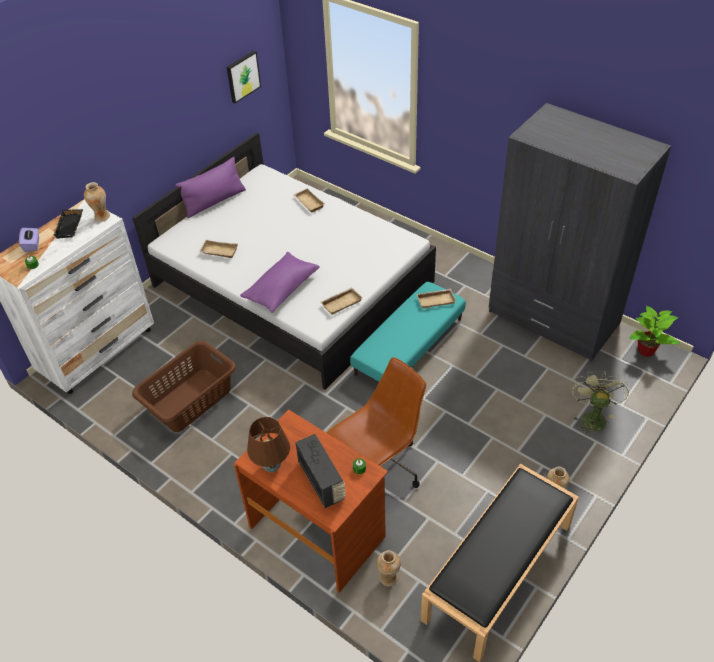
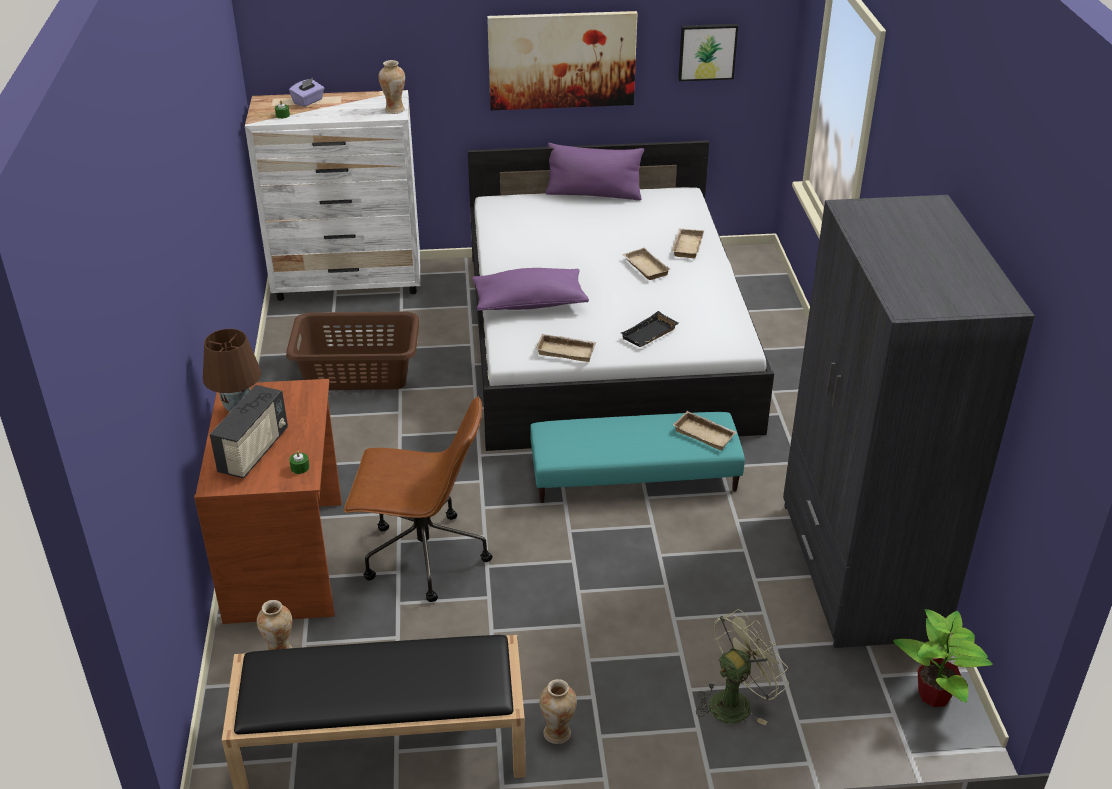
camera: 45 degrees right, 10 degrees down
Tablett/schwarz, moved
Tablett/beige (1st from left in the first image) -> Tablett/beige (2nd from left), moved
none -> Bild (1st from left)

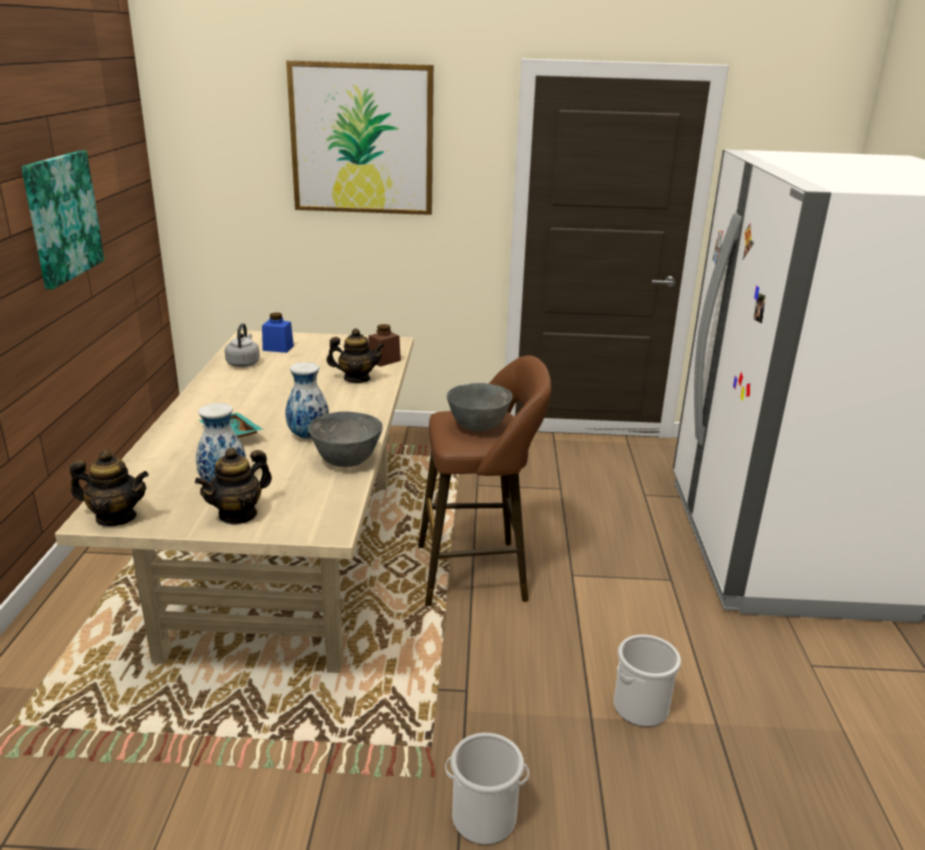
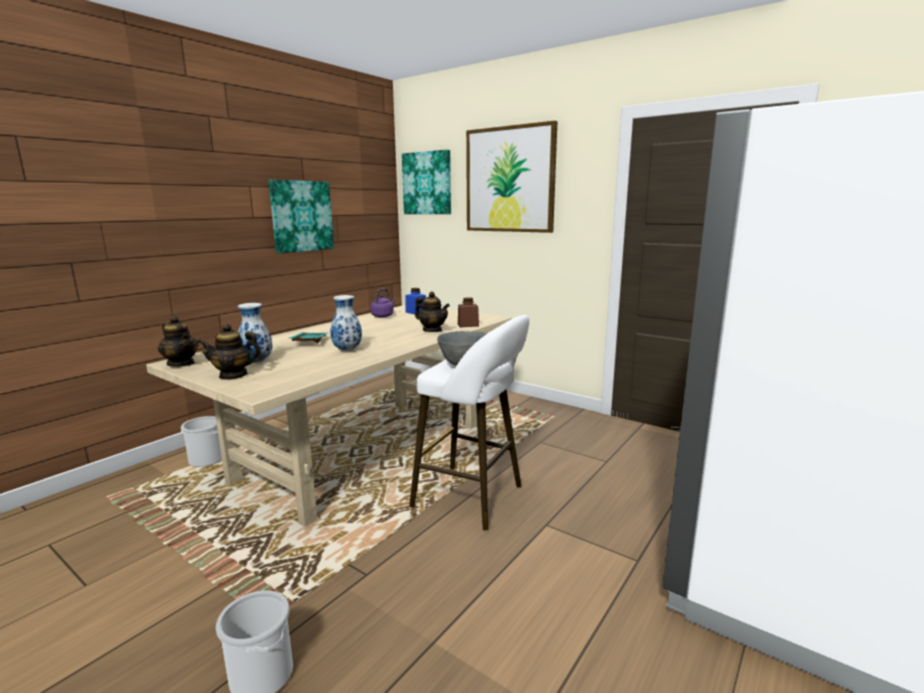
camera: 35 degrees right, 10 degrees down
Wasserkessel/grau -> Wasserkessel/lila
Schüssel/grau (1st from left) -> none
Hocker/braun -> Hocker/weiß
Eimer (2nd from left in the first image) -> Eimer (1st from left), moved
none -> Bild (2nd from left)

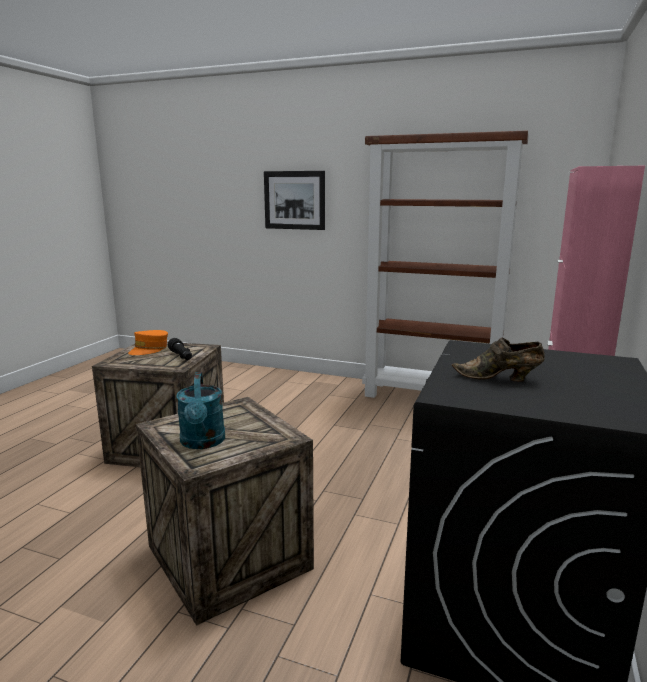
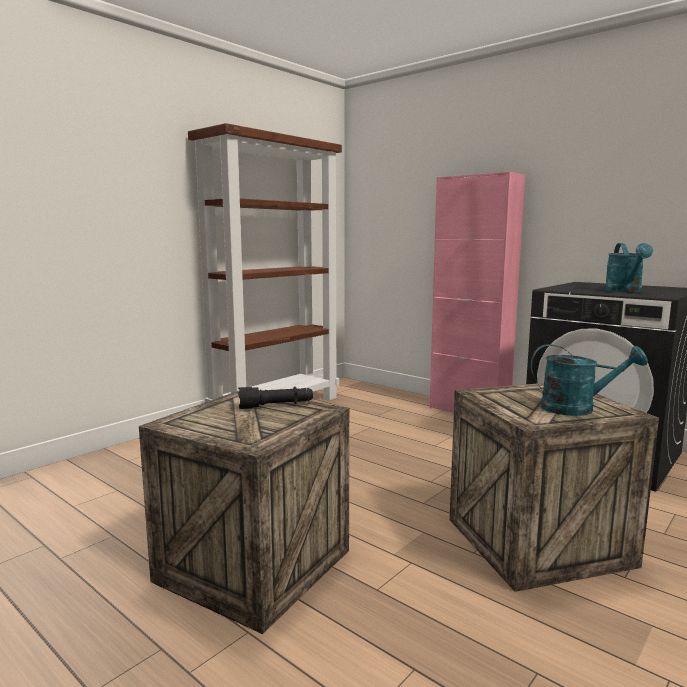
camera: 70 degrees left, 5 degrees down
Kappe/orange -> none
Bild -> none
Schuh/braun -> Gießkanne/türkis (2nd from left)

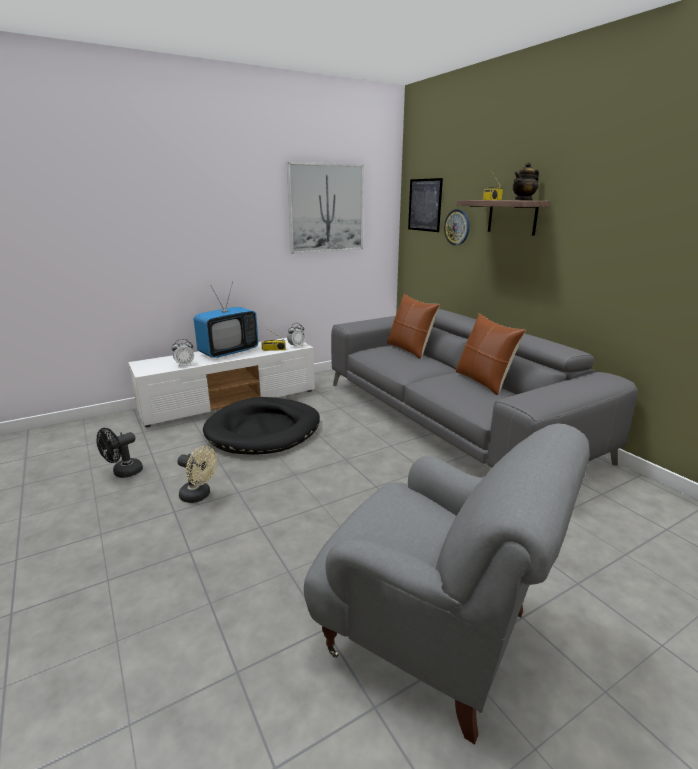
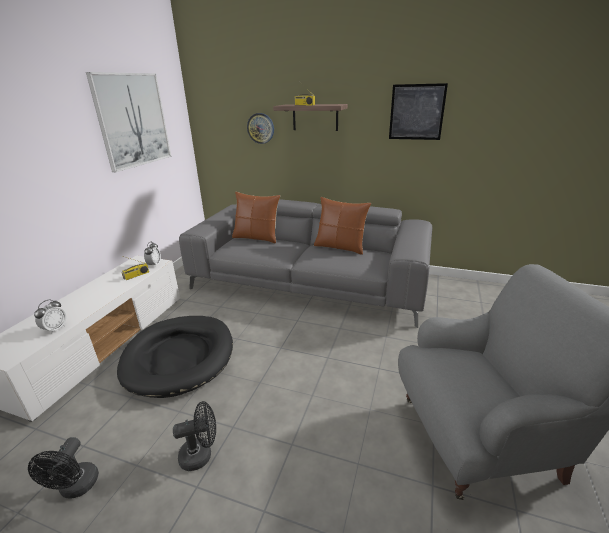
camera: 40 degrees left, 5 degrees up
Ventilator/beige -> Ventilator/schwarz (2nd from left)
Fernseher -> none
Bild (2nd from left), moved
Teekanne -> none

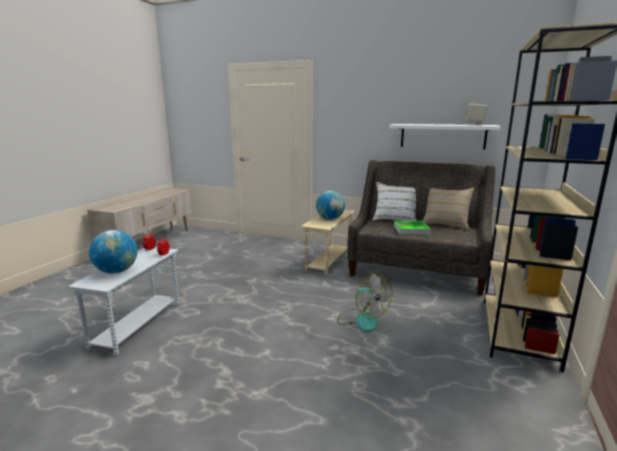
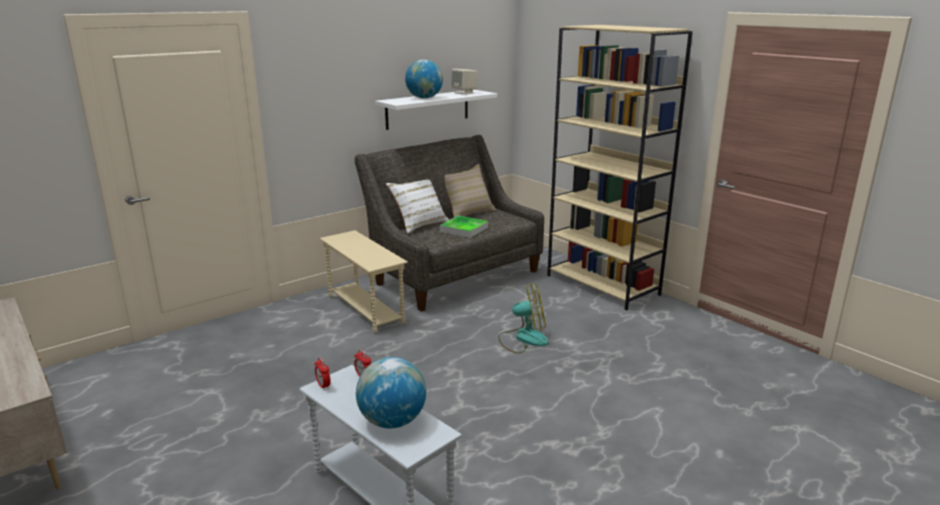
camera: 60 degrees left, 5 degrees up
Globus (2nd from left), moved

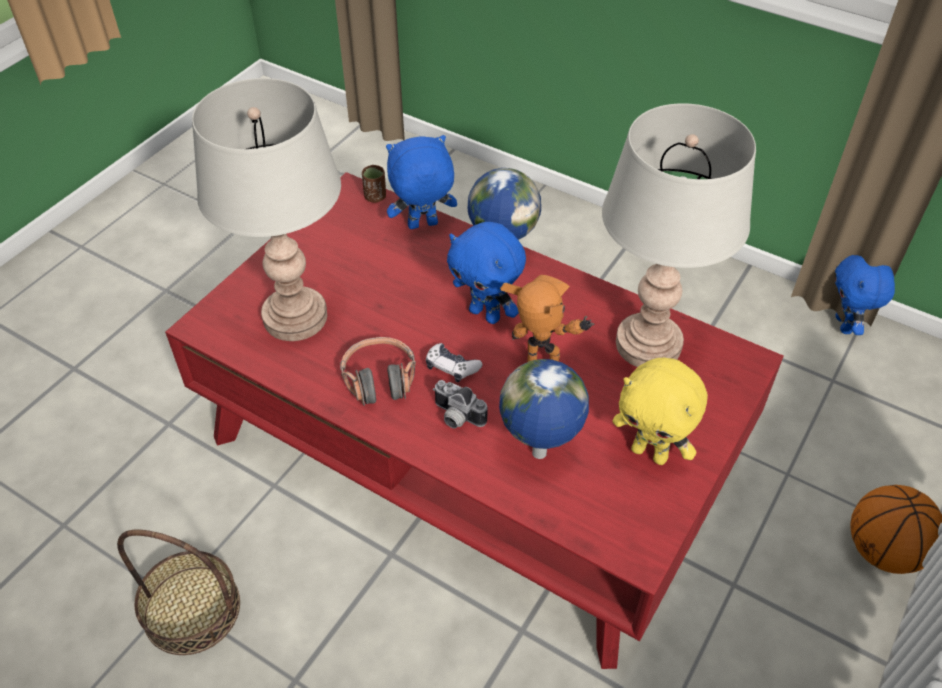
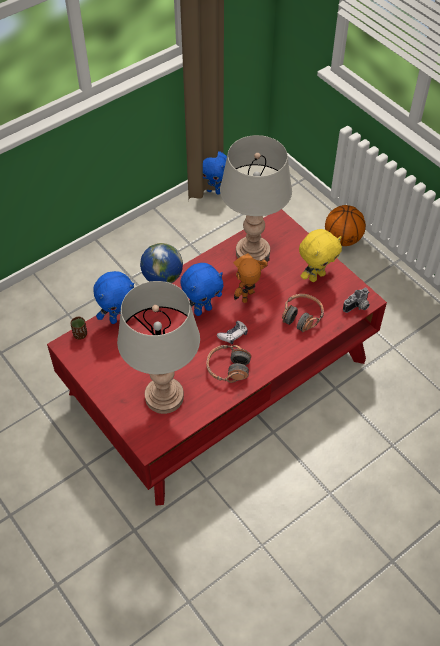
camera: 70 degrees left, 5 degrees up
Korb -> none
Plüschtier/blau (1st from left), 120 degrees counterclockwise
Kamera, moved
Globus (2nd from left) -> Kopfhörer (2nd from left)

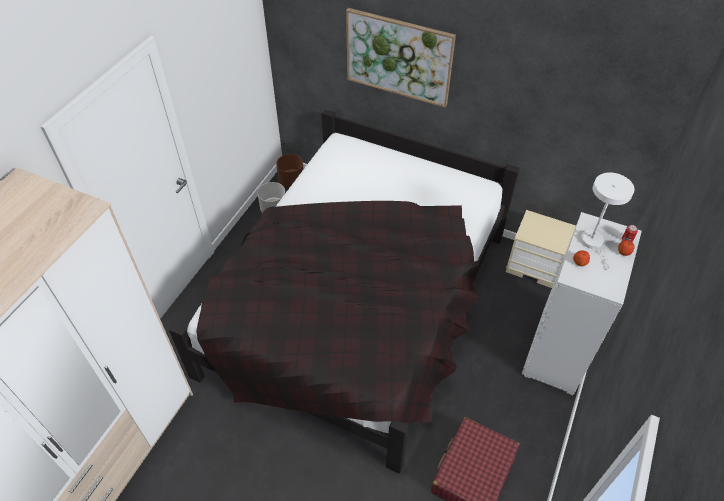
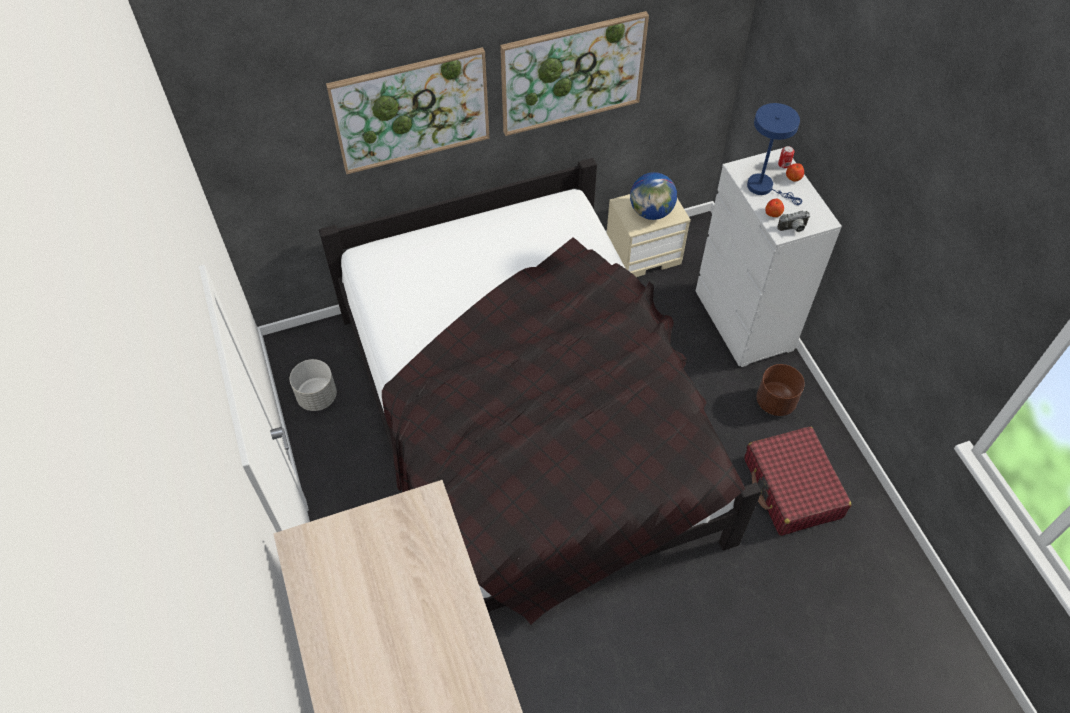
camera: 45 degrees left, 5 degrees up
Pflanzkübel/braun, moved
Tischlampe/weiß -> Tischlampe/blau
none -> Bild (2nd from left)
none -> Globus
none -> Kamera

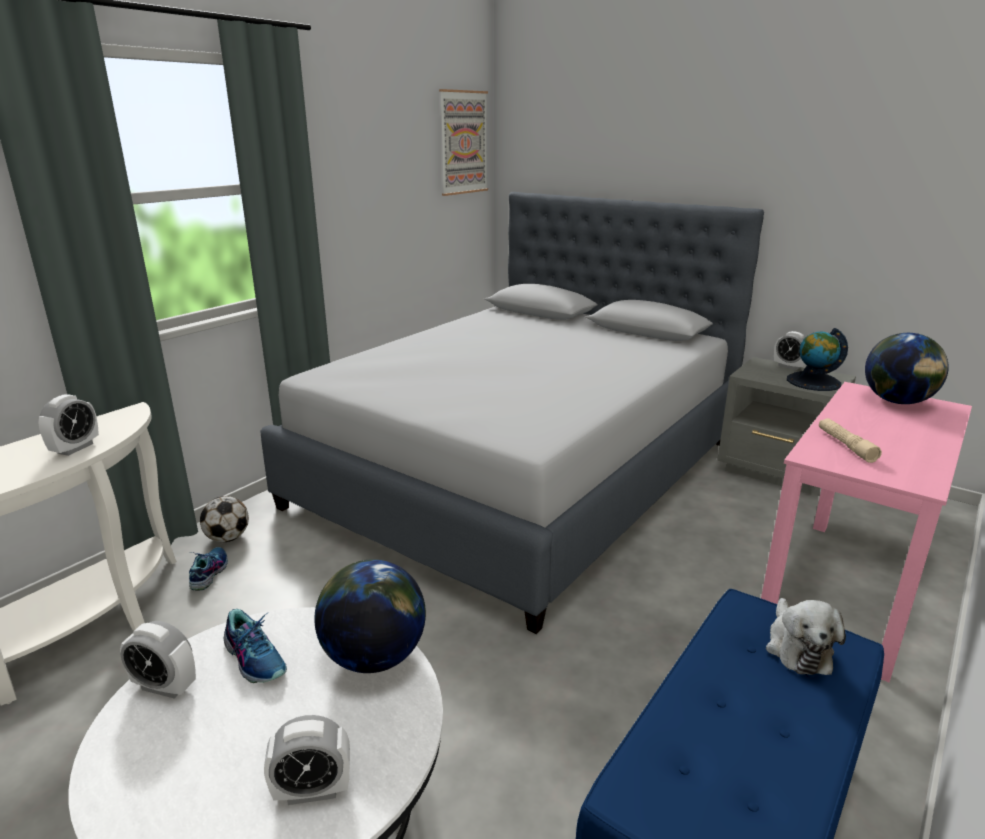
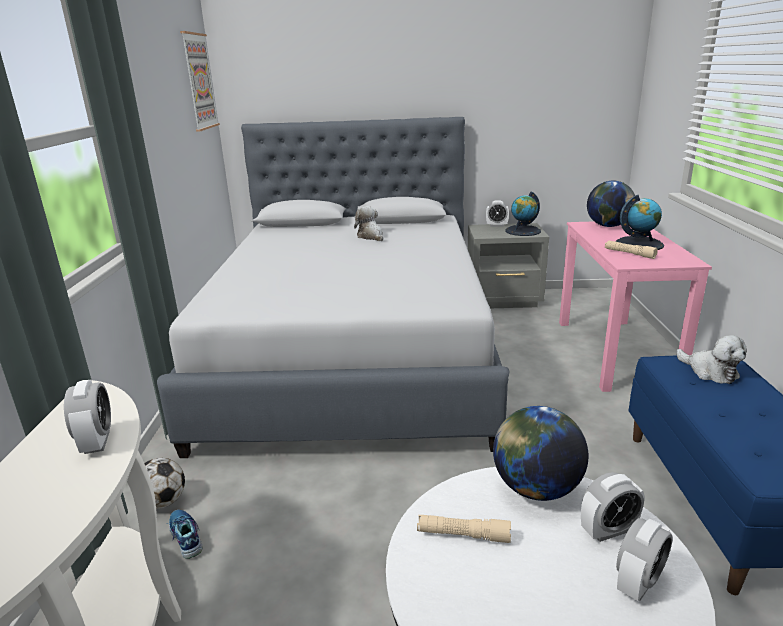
camera: 35 degrees left, 0 degrees up
Wecker (2nd from left in the first image) -> Wecker (3rd from left), moved
Schuh (2nd from left) -> Taschenlampe/beige (1st from left)
none -> Plüschtier (1st from left)
none -> Globus (4th from left)

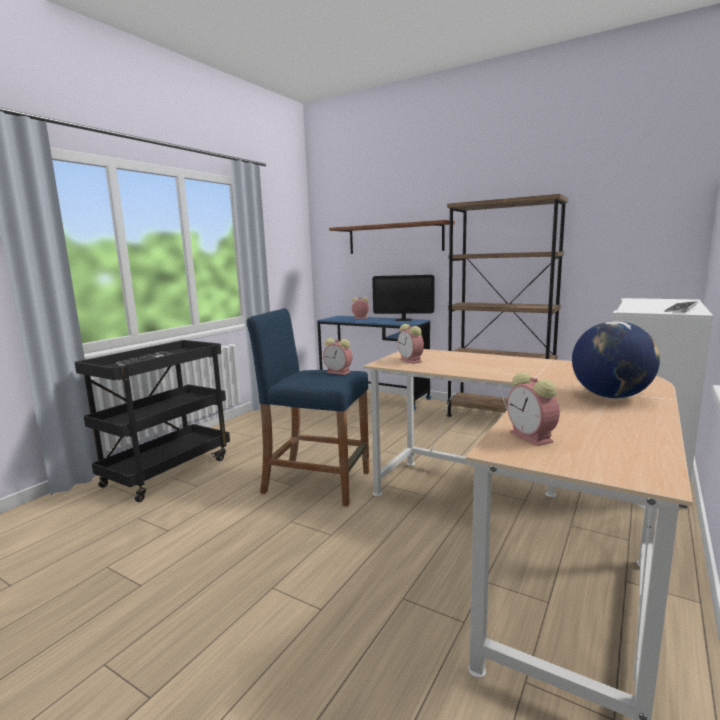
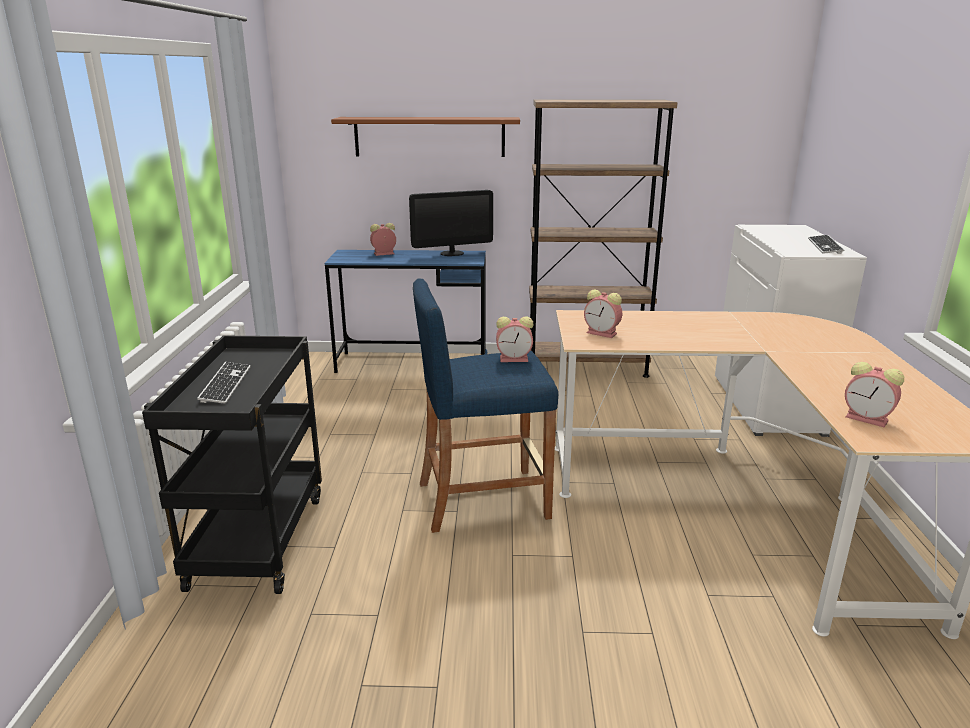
camera: 30 degrees left, 10 degrees up
Globus -> none

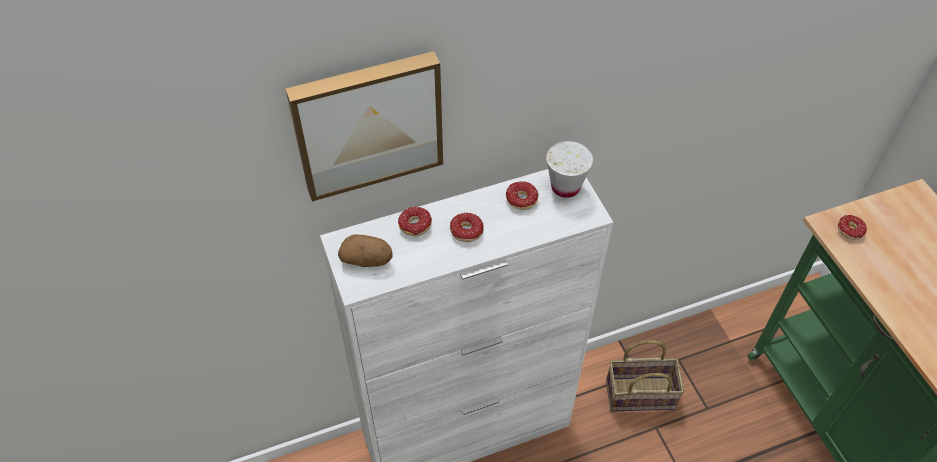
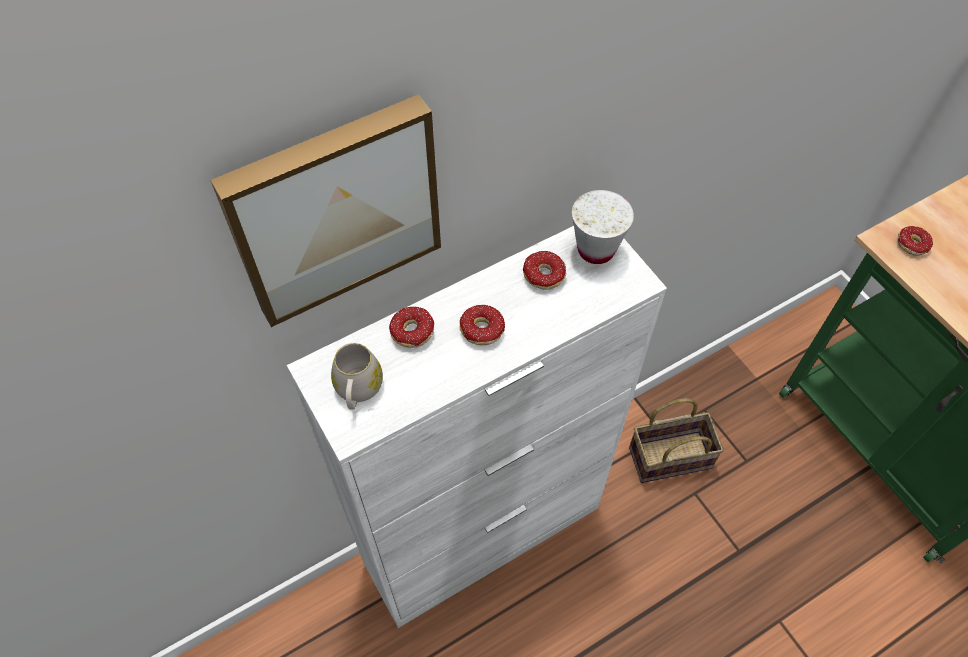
camera: 10 degrees left, 5 degrees up
Kartoffel -> Henkelbecher/weiß

